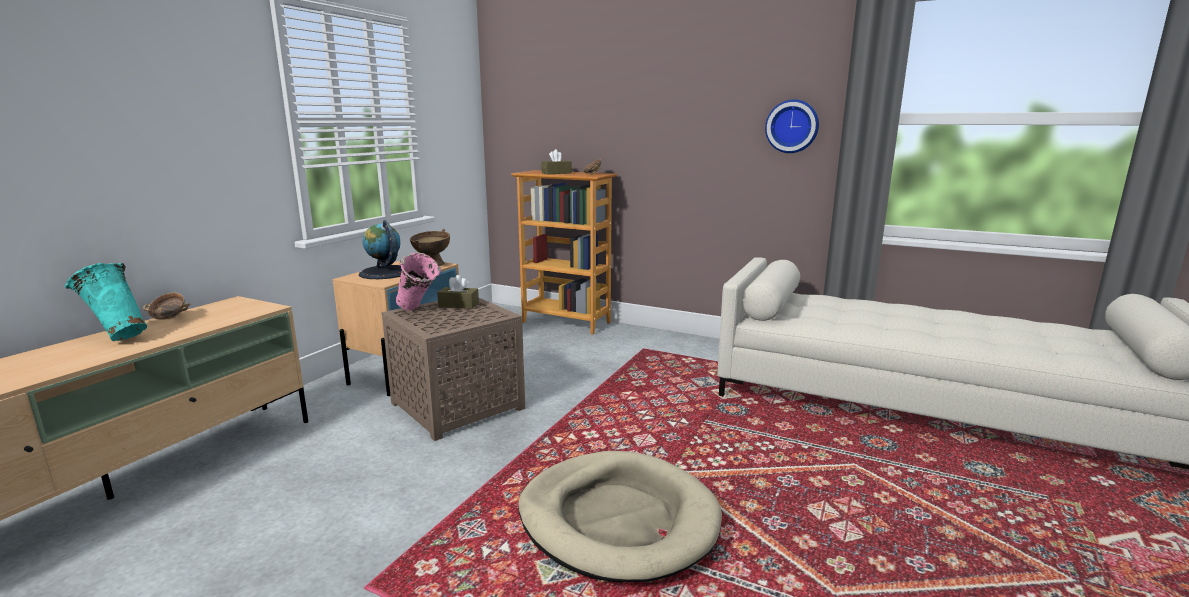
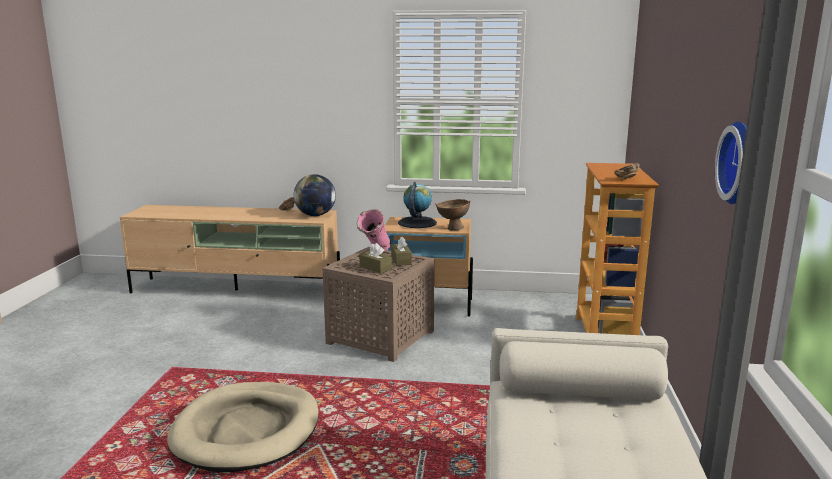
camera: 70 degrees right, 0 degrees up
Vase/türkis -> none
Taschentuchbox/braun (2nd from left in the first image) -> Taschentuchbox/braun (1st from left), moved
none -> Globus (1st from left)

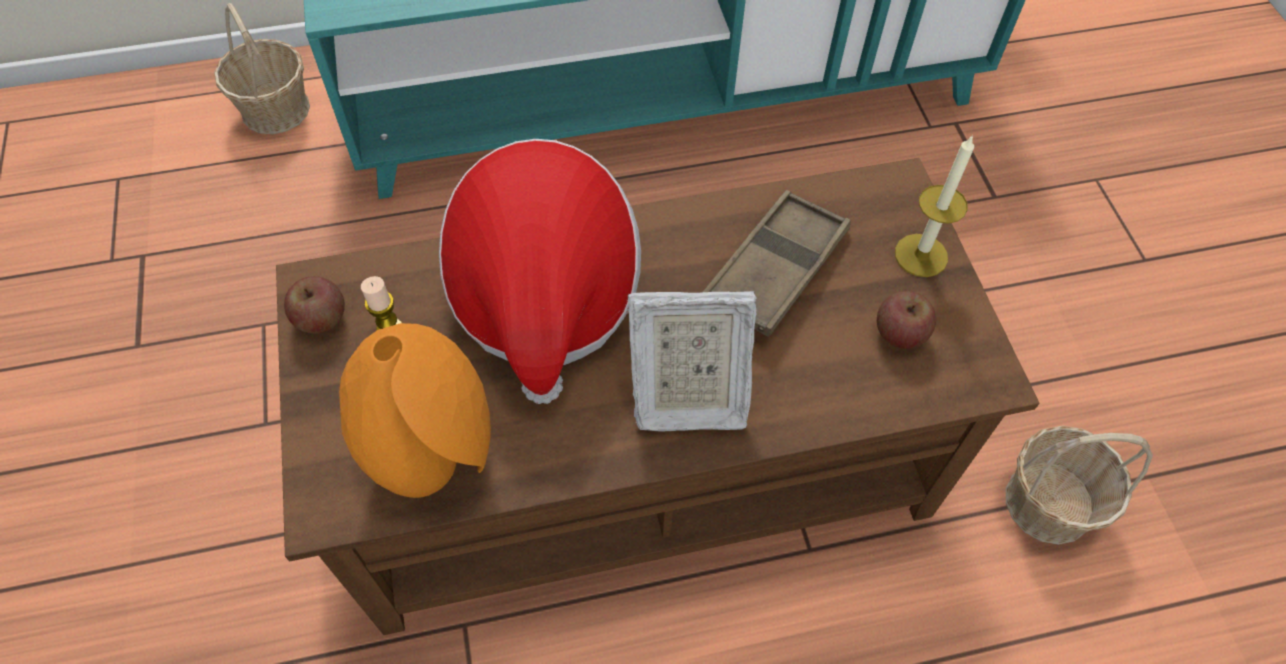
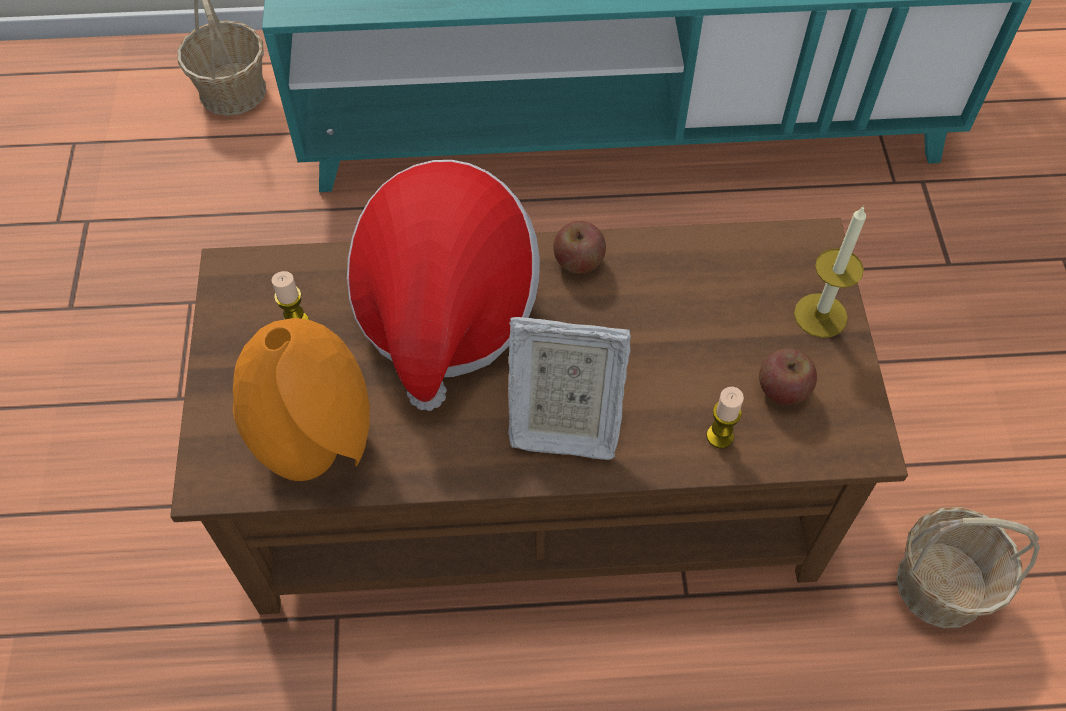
camera: 10 degrees right, 0 degrees up
Apfel (1st from left), moved
Tablett/braun -> none
none -> Kerze (2nd from left)

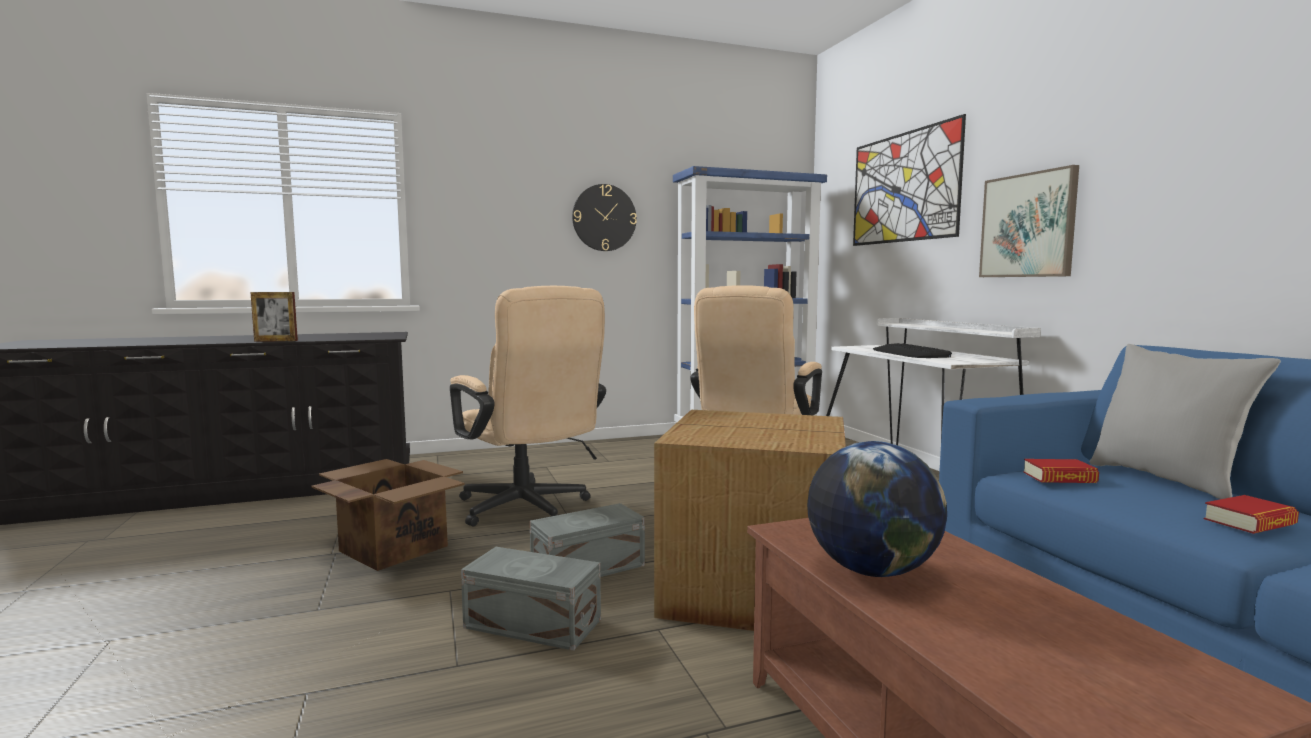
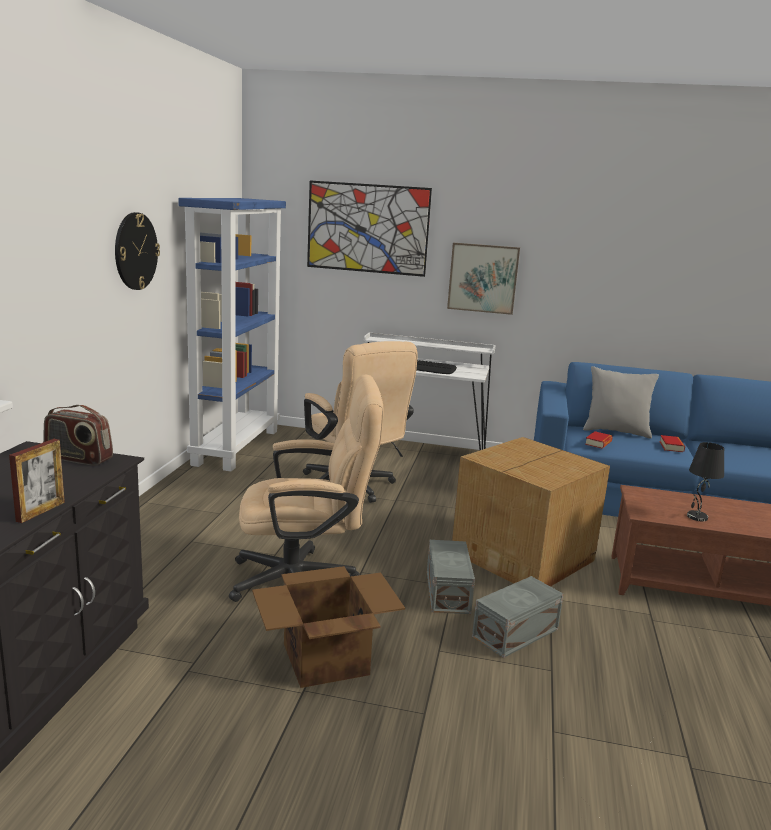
camera: 60 degrees left, 10 degrees up
Globus -> Tischlampe/schwarz
none -> Radio

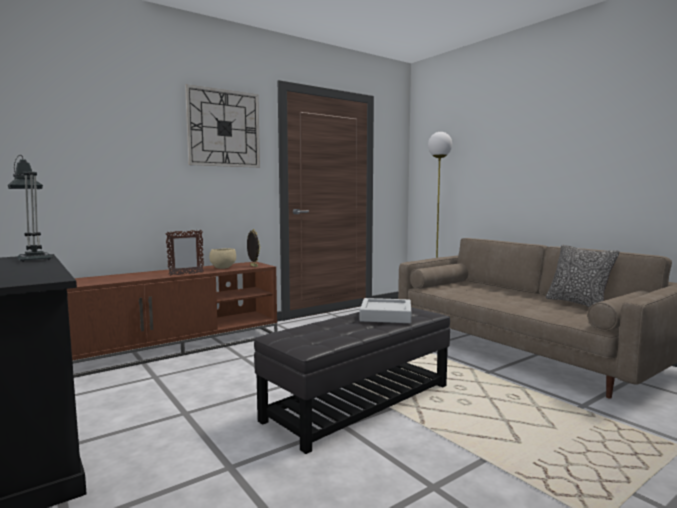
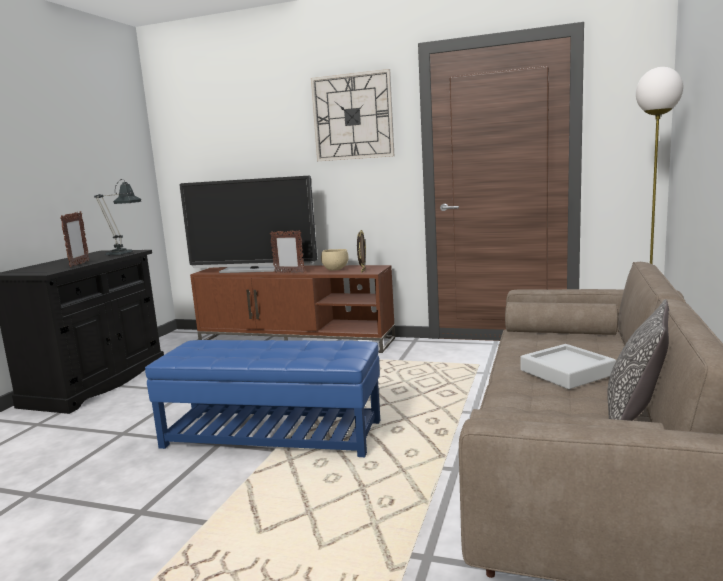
camera: 55 degrees right, 5 degrees up
Polsterhocker/schwarz -> Polsterhocker/blau
Tablett/grau, moved
none -> Bilderrahmen (1st from left)
none -> Fernseher

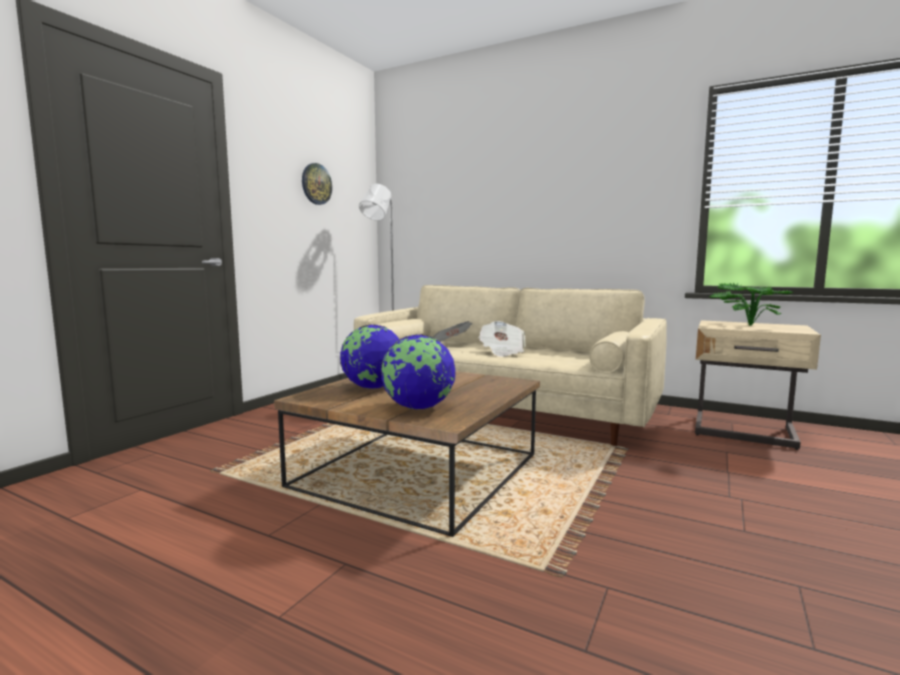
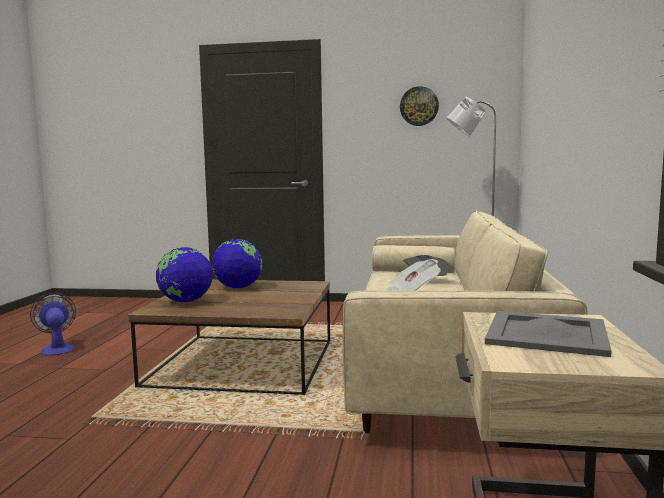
camera: 70 degrees right, 0 degrees up
Topfpflanze -> Tablett/grau
none -> Ventilator

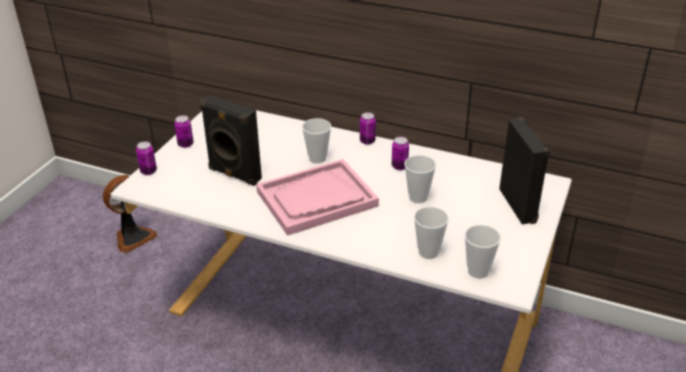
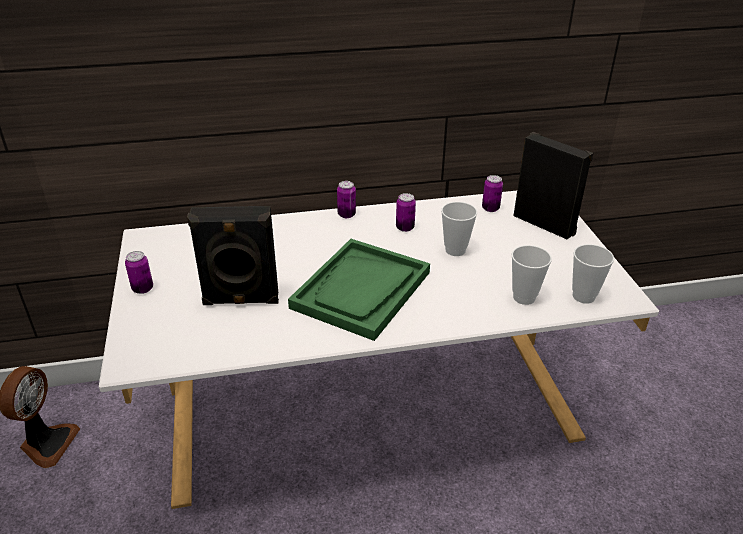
camera: 35 degrees left, 0 degrees up
Dose (1st from left in the first image) -> Dose (4th from left), moved
Tablett/rosa -> Tablett/grün
Tasse (1st from left) -> none

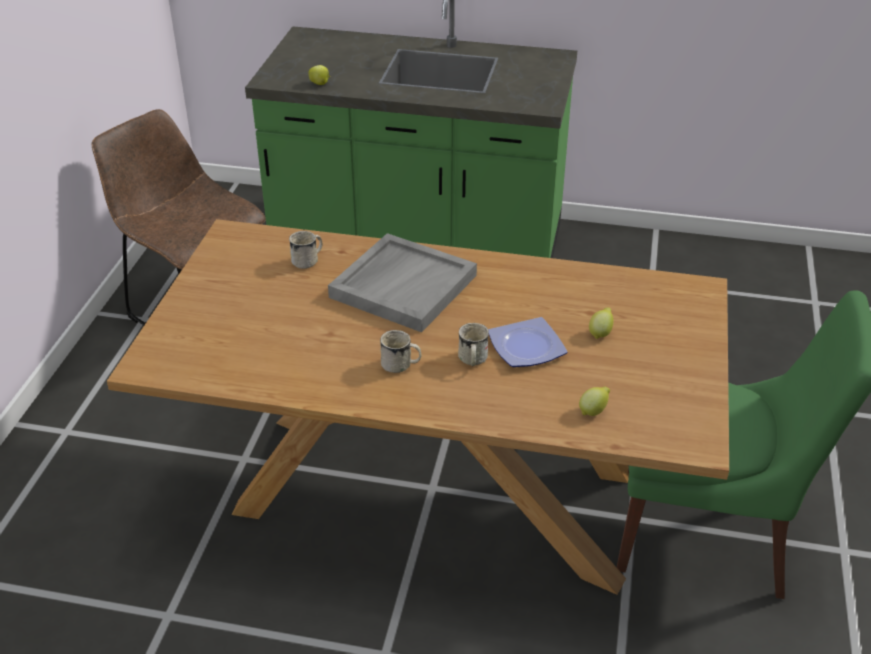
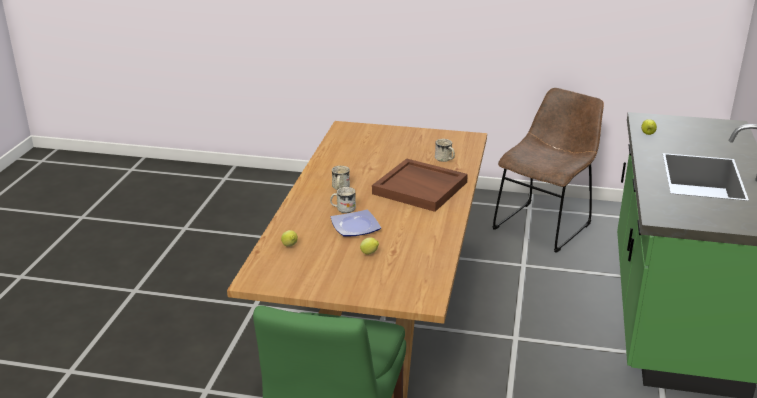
camera: 90 degrees right, 10 degrees down
Tablett/grau -> Tablett/braun

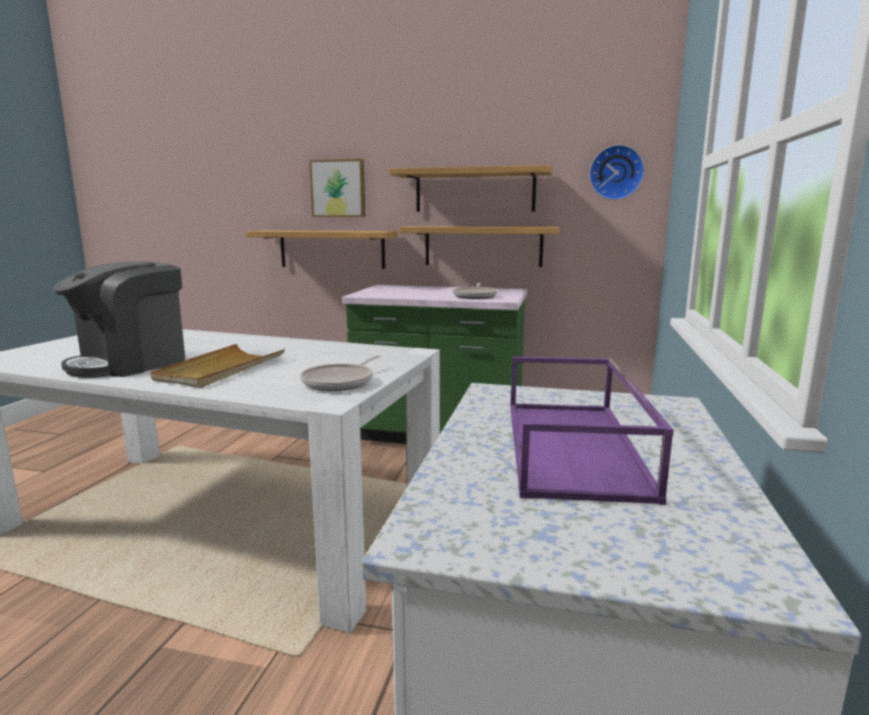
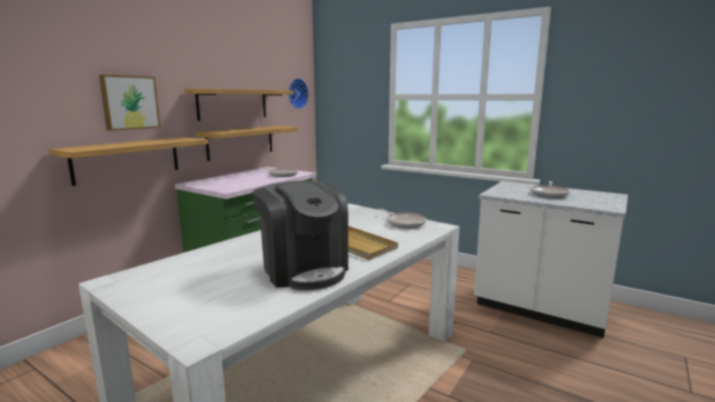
camera: 70 degrees left, 0 degrees up
Tablett/lila -> Pfanne (3rd from left)

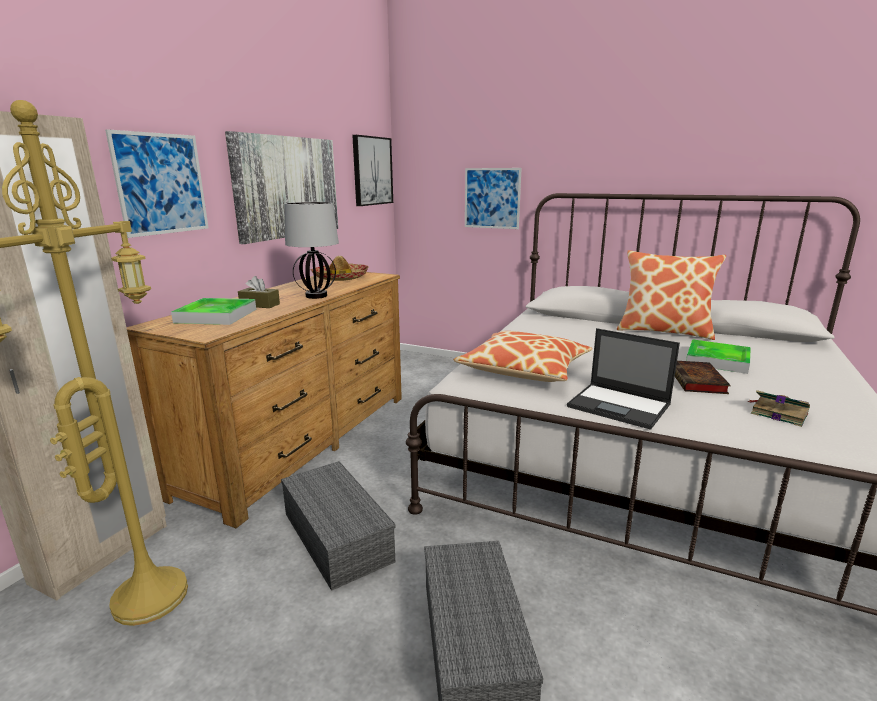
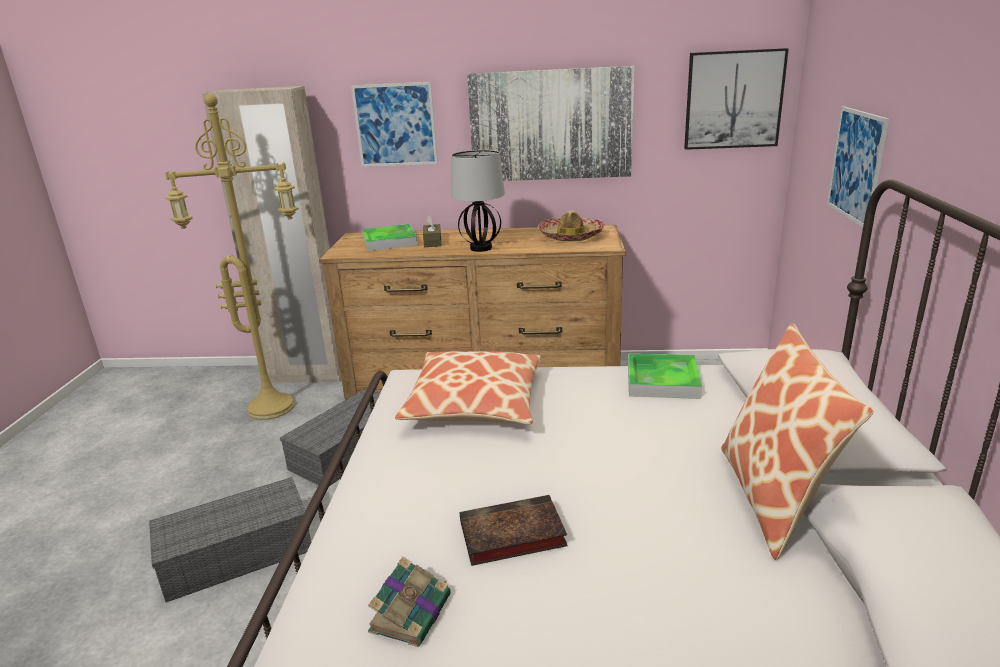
camera: 70 degrees right, 5 degrees up
Laptop -> none
Tablett (2nd from left), moved

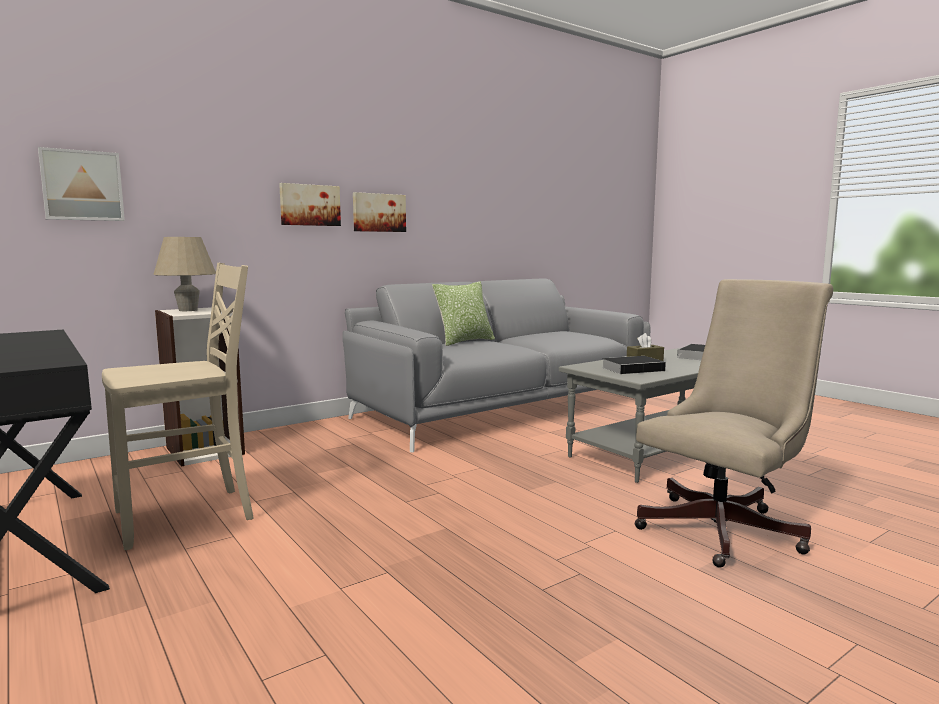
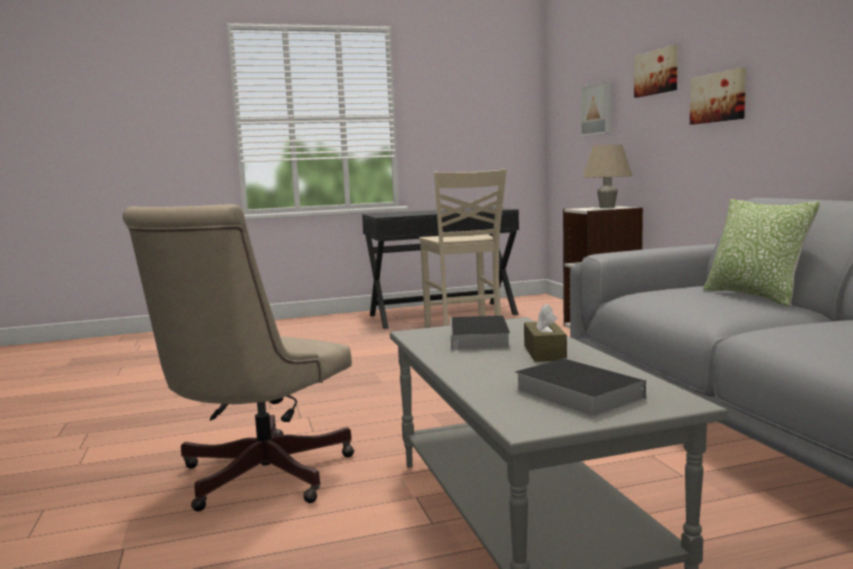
camera: 110 degrees right, 0 degrees up
Bild (3rd from left in the first image) -> Bild (2nd from left), moved
Bürostuhl/beige, 45 degrees clockwise

